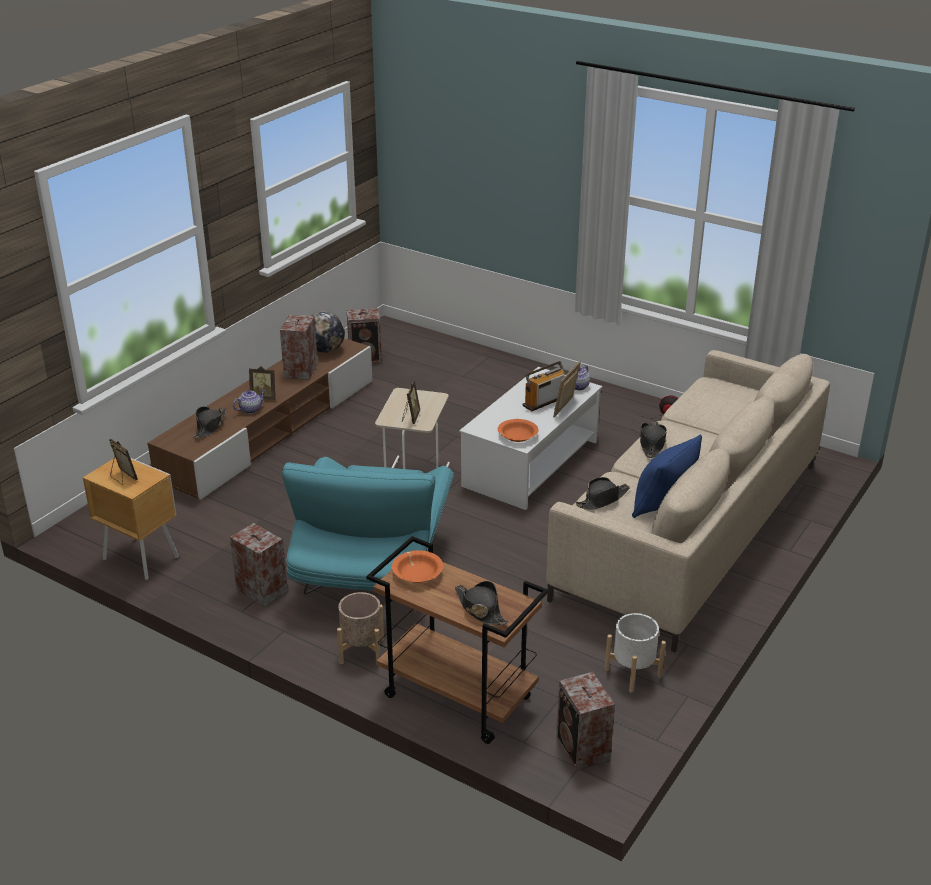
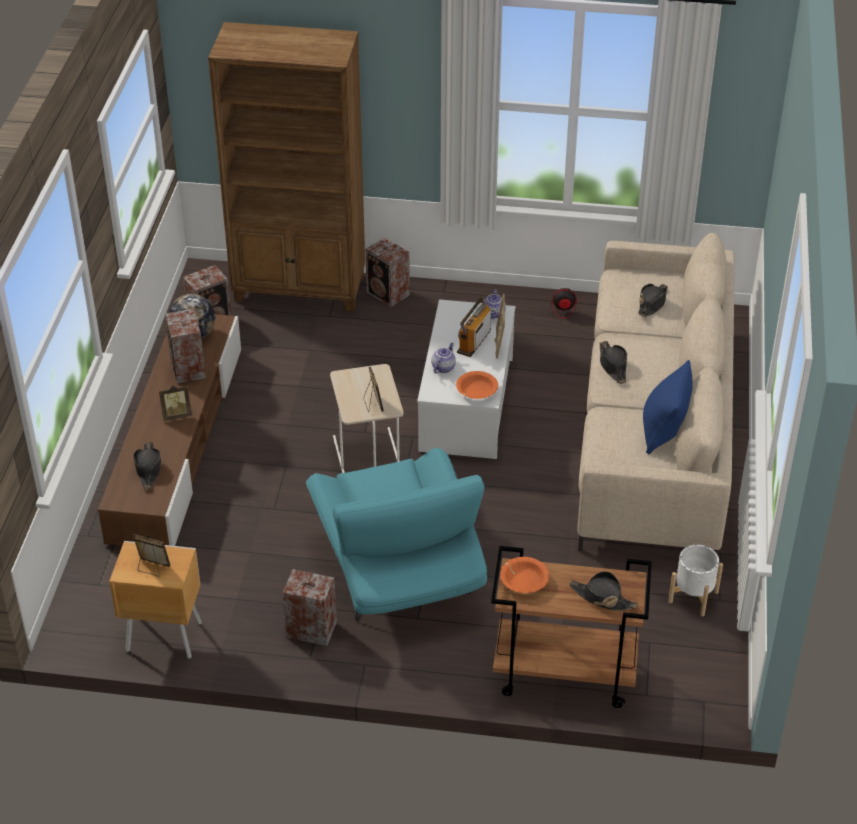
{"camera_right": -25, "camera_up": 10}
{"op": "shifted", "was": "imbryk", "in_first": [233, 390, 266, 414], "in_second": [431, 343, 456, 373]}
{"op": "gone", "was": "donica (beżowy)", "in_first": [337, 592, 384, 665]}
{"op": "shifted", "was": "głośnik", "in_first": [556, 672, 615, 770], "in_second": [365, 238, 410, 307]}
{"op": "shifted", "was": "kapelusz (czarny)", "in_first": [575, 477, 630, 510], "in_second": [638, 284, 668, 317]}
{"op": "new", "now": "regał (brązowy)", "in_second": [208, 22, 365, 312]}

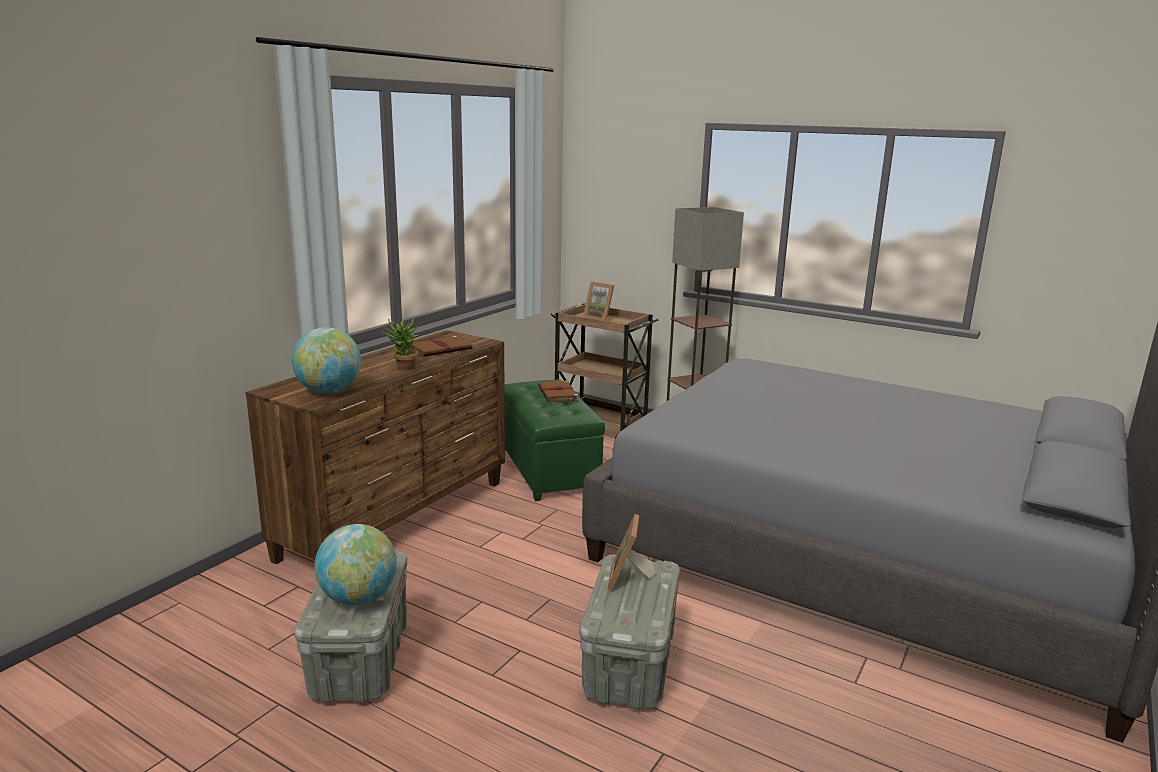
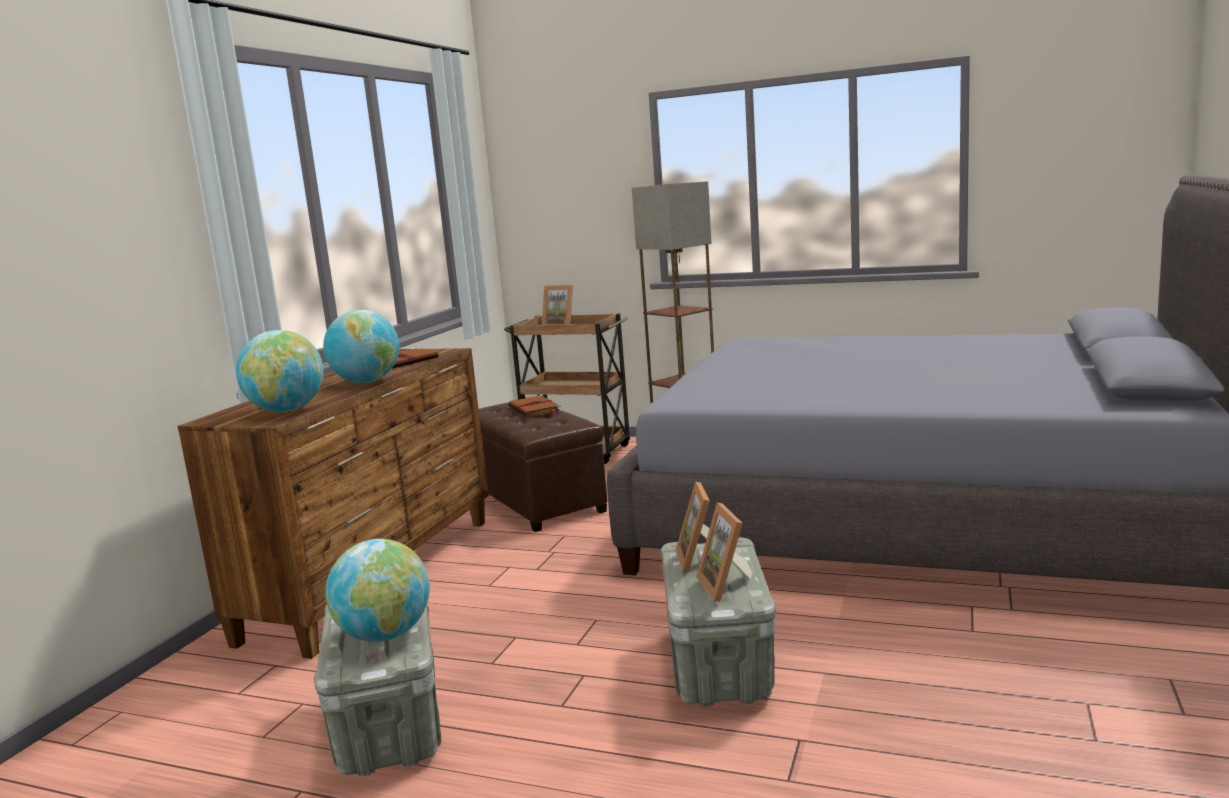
{"camera_right": -10, "camera_up": -5}
{"op": "swapped", "was": "roślina doniczkowa", "now": "globus", "in_first": [382, 319, 421, 370], "in_second": [323, 310, 399, 383]}
{"op": "repainted", "was": "pufa (zielony)", "now": "pufa (brązowy)", "in_first": [504, 380, 605, 501], "in_second": [479, 402, 607, 532]}
{"op": "new", "now": "ramka na zdjęcie", "in_second": [696, 503, 752, 602]}

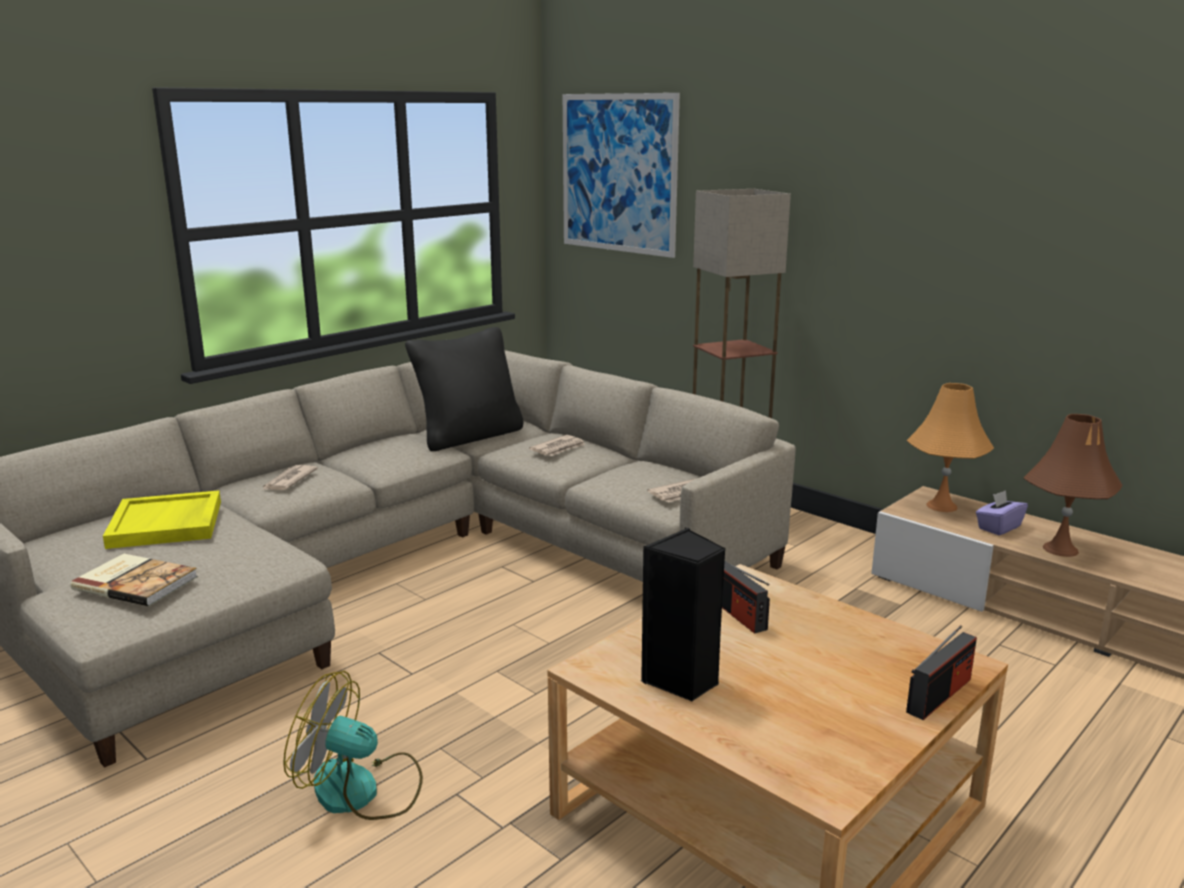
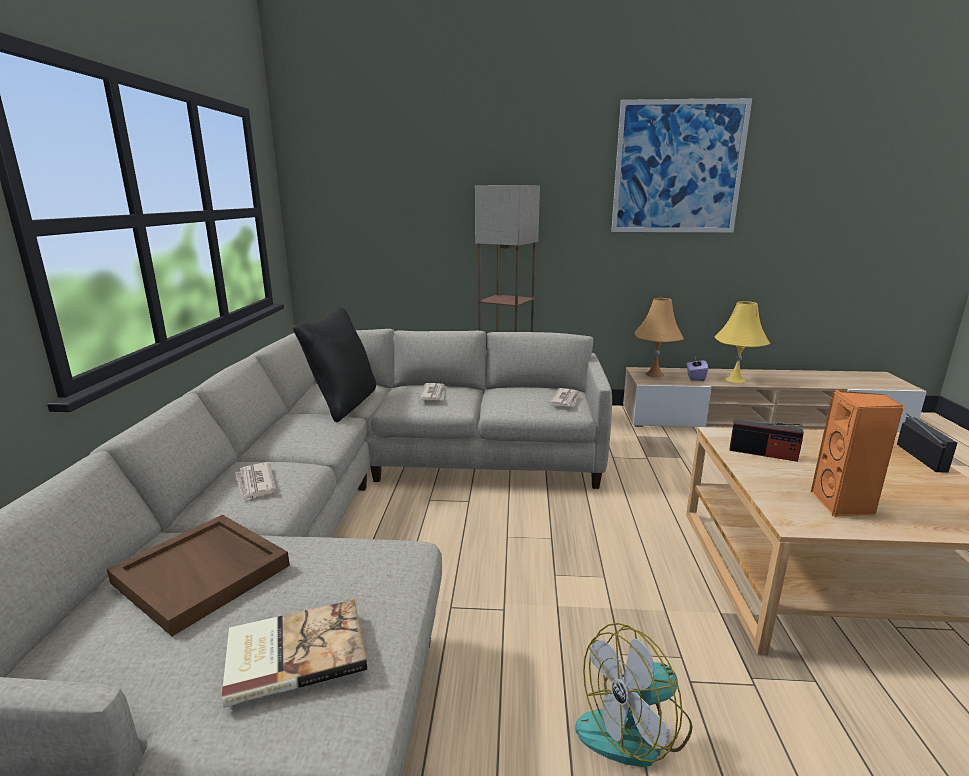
{"camera_right": -40, "camera_up": 0}
{"op": "repainted", "was": "taca (żółty)", "now": "taca (brązowy)", "in_first": [103, 490, 221, 549], "in_second": [107, 515, 290, 636]}
{"op": "shifted", "was": "obraz", "in_first": [563, 93, 680, 258], "in_second": [611, 98, 752, 232]}
{"op": "repainted", "was": "głośnik (czarny)", "now": "głośnik (pomarańczowy)", "in_first": [640, 528, 725, 702], "in_second": [811, 390, 904, 517]}
{"op": "repainted", "was": "lampa stołowa (brązowy)", "now": "lampa stołowa (żółty)", "in_first": [1024, 414, 1123, 557], "in_second": [715, 301, 770, 383]}

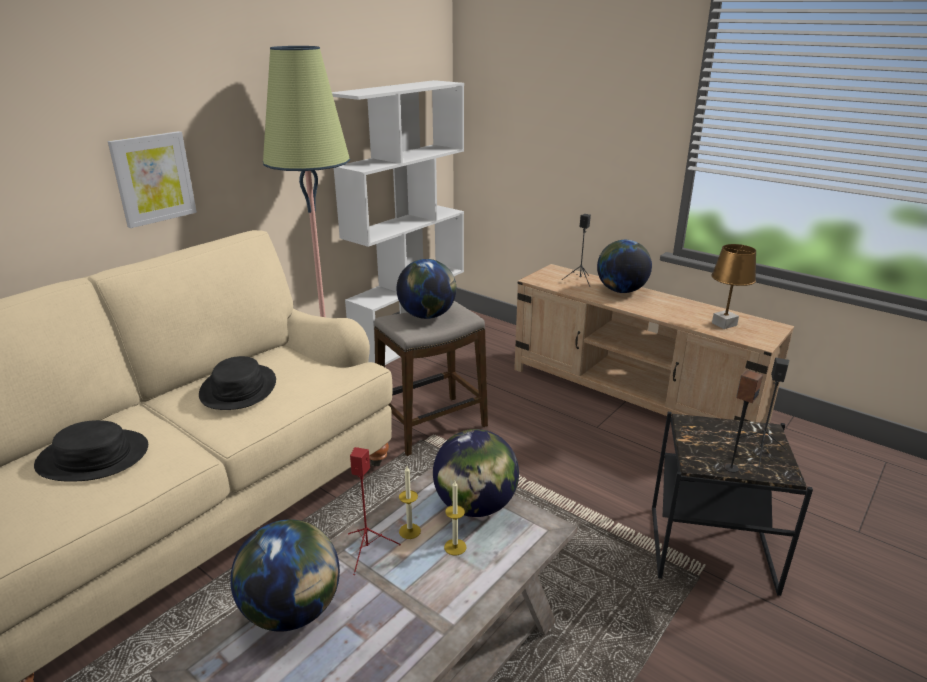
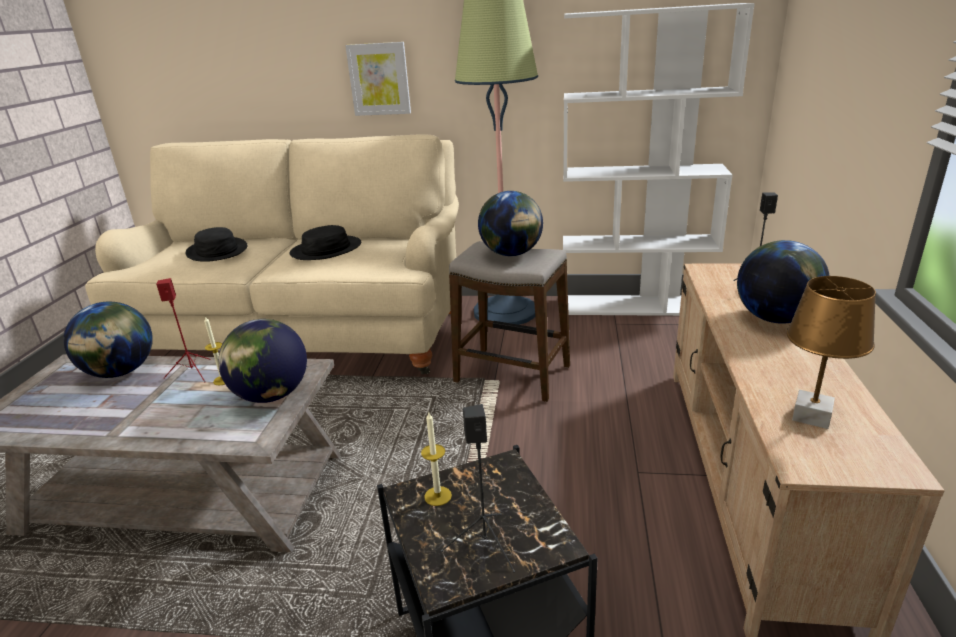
{"camera_right": 60, "camera_up": 0}
{"op": "shifted", "was": "świeca", "in_first": [444, 481, 466, 555], "in_second": [421, 412, 452, 506]}
{"op": "gone", "was": "głośnik", "in_first": [724, 370, 763, 473]}

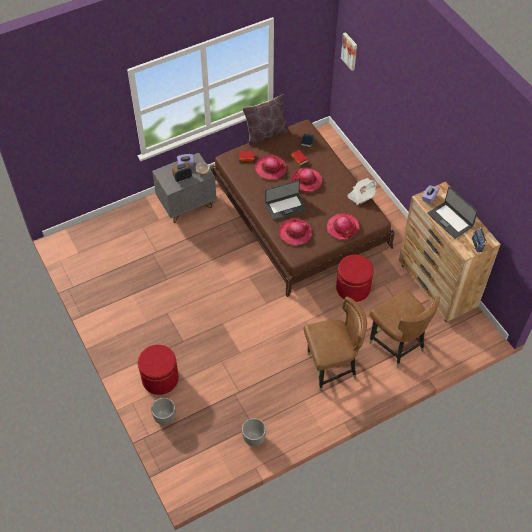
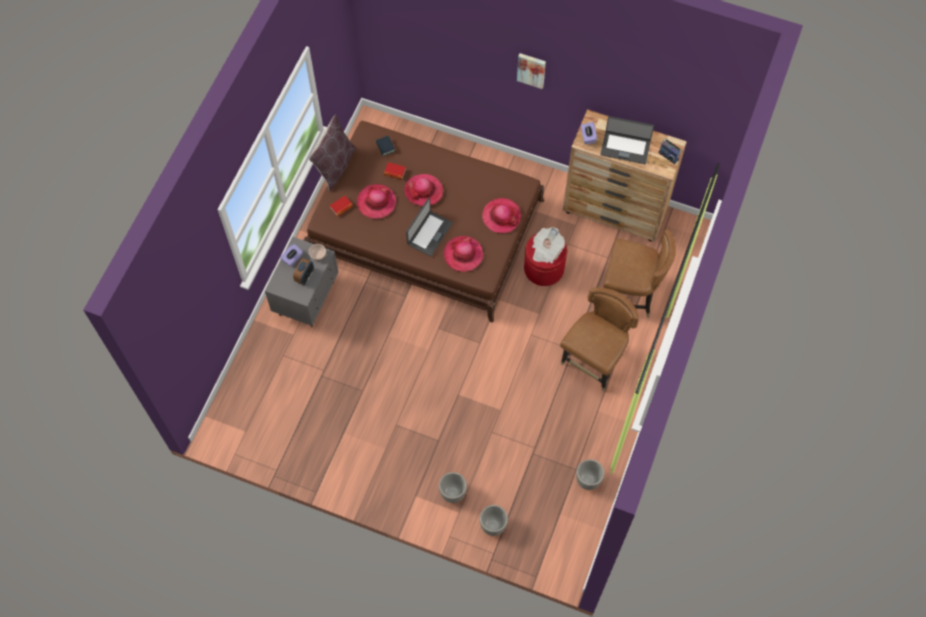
{"camera_right": -40, "camera_up": 10}
{"op": "swapped", "was": "pufa (czerwony)", "now": "donica", "in_first": [138, 345, 179, 395], "in_second": [439, 472, 467, 503]}
{"op": "shifted", "was": "obraz", "in_first": [341, 32, 357, 71], "in_second": [517, 53, 546, 89]}
{"op": "shifted", "was": "gazeta", "in_first": [347, 178, 377, 205], "in_second": [532, 227, 565, 263]}

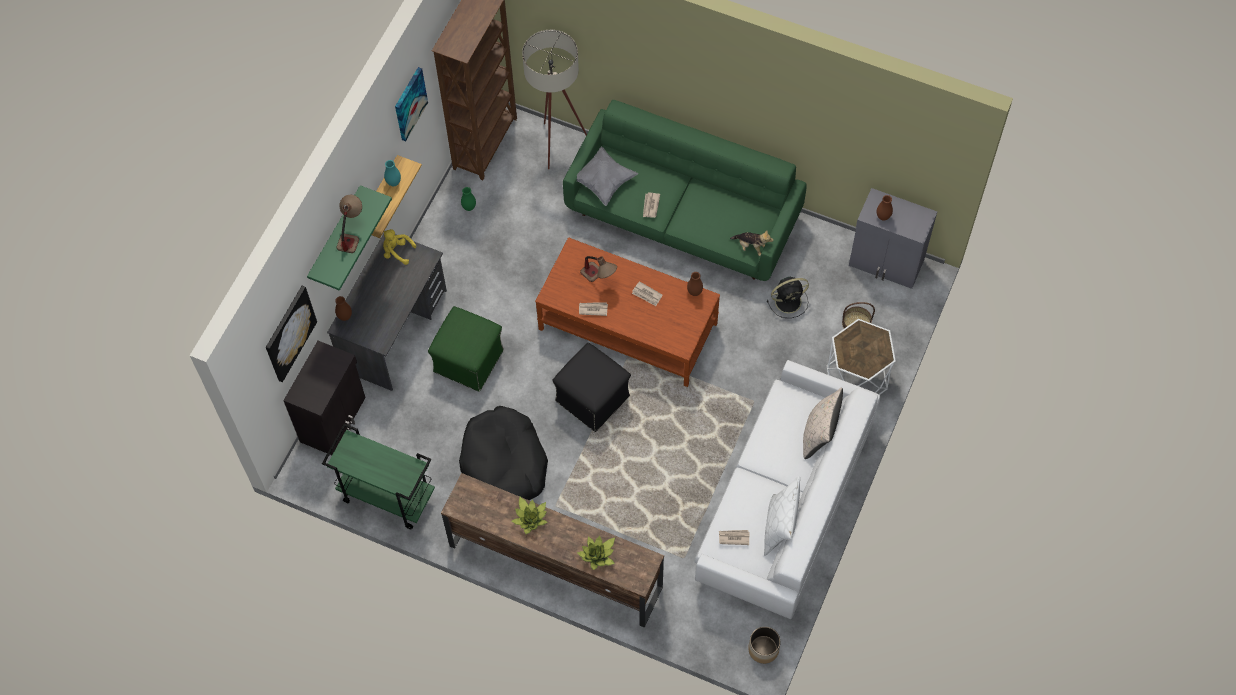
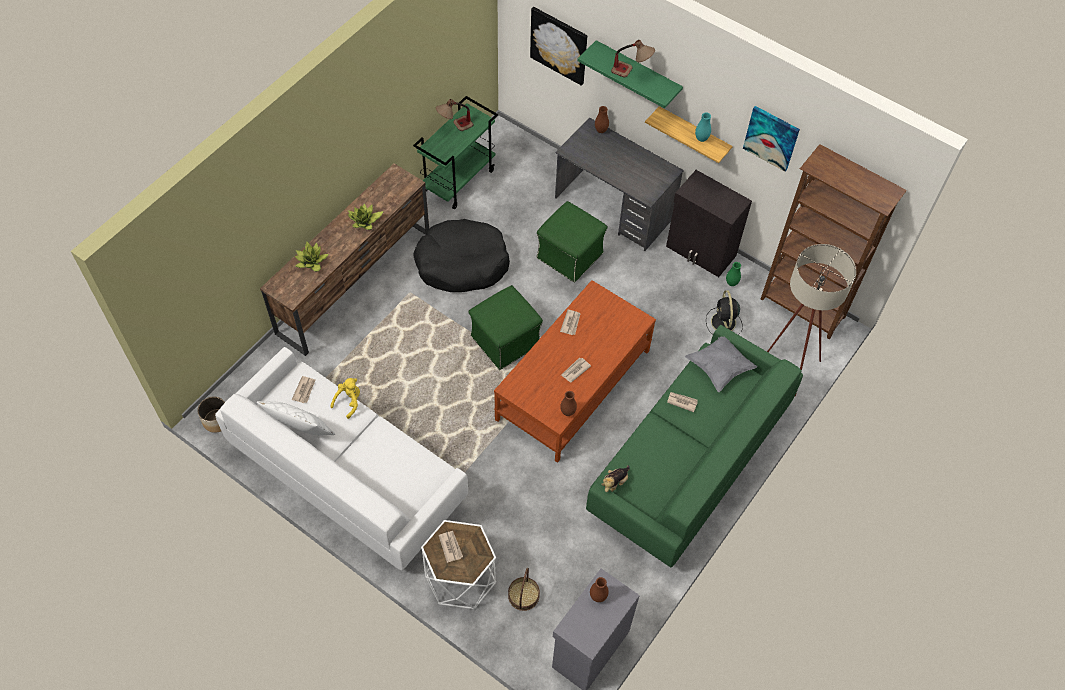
{"camera_right": 100, "camera_up": -5}
{"op": "shifted", "was": "szafka (czarny)", "in_first": [283, 341, 366, 455], "in_second": [666, 170, 752, 277]}
{"op": "shifted", "was": "pluszak (żółty)", "in_first": [383, 229, 416, 265], "in_second": [331, 378, 360, 419]}
{"op": "repainted", "was": "pufa (czarny)", "now": "pufa (zielony)", "in_first": [552, 343, 631, 432], "in_second": [468, 286, 543, 370]}
{"op": "shifted", "was": "lampa stołowa", "in_first": [580, 256, 617, 282], "in_second": [436, 99, 473, 131]}
{"op": "shifted", "was": "wentylator (czarny)", "in_first": [767, 277, 809, 318], "in_second": [706, 290, 743, 335]}
{"op": "gone", "was": "poduszka (beżowy)", "in_first": [803, 387, 843, 459]}
{"op": "new", "now": "gazeta", "in_second": [439, 531, 463, 563]}

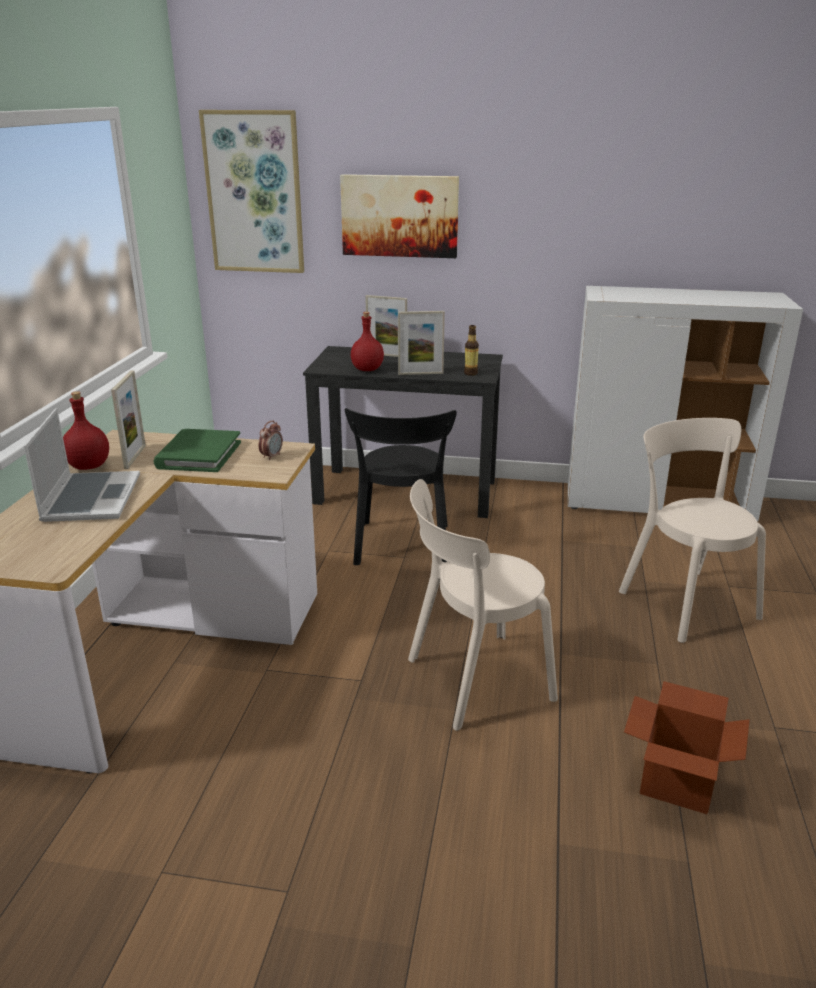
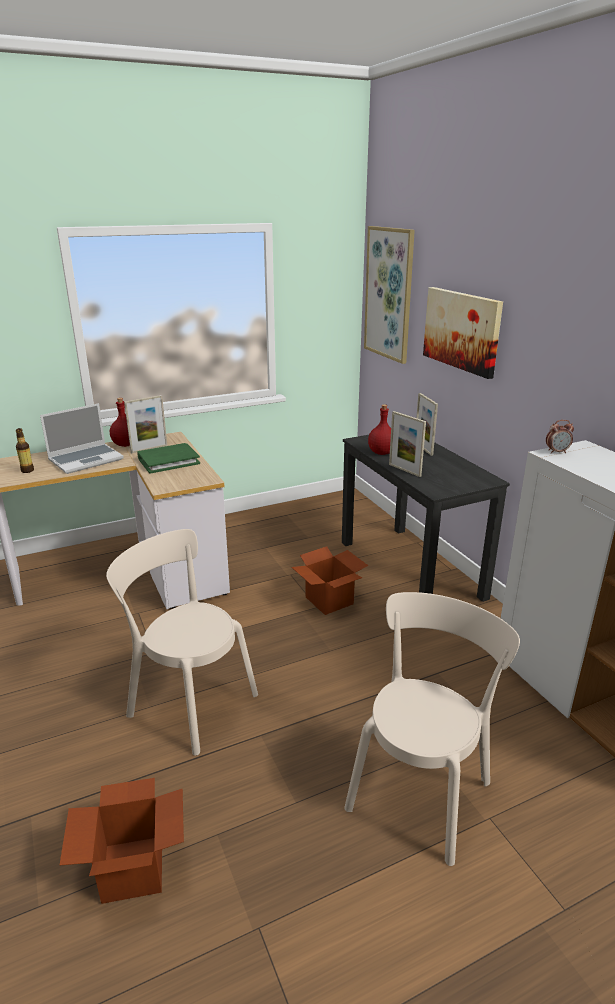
{"camera_right": 55, "camera_up": 0}
{"op": "shifted", "was": "budzik", "in_first": [258, 421, 283, 460], "in_second": [546, 420, 574, 454]}
{"op": "swapped", "was": "krzesło (czarny)", "now": "karton", "in_first": [345, 408, 457, 565], "in_second": [291, 547, 369, 615]}
{"op": "shifted", "was": "butelka", "in_first": [464, 325, 479, 376], "in_second": [16, 428, 34, 473]}

